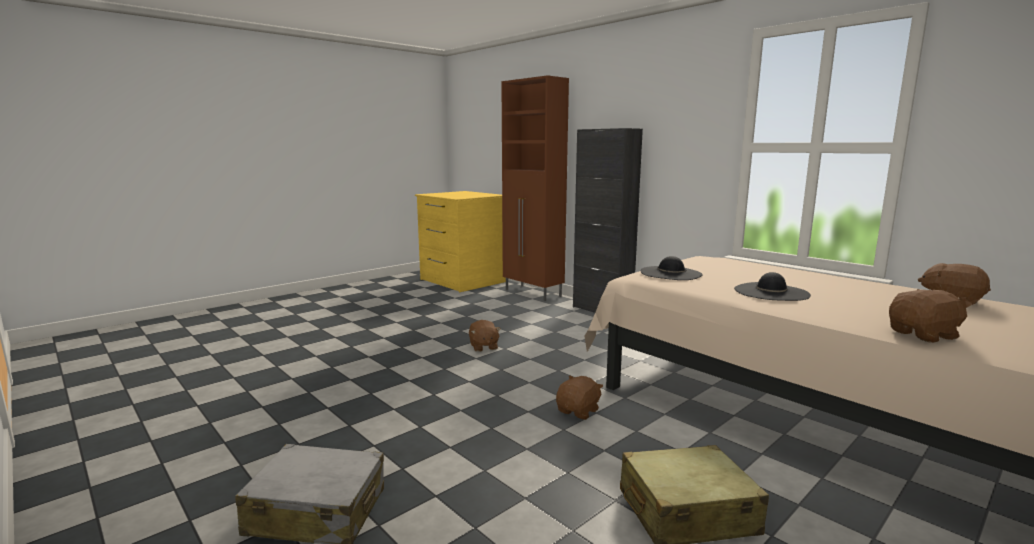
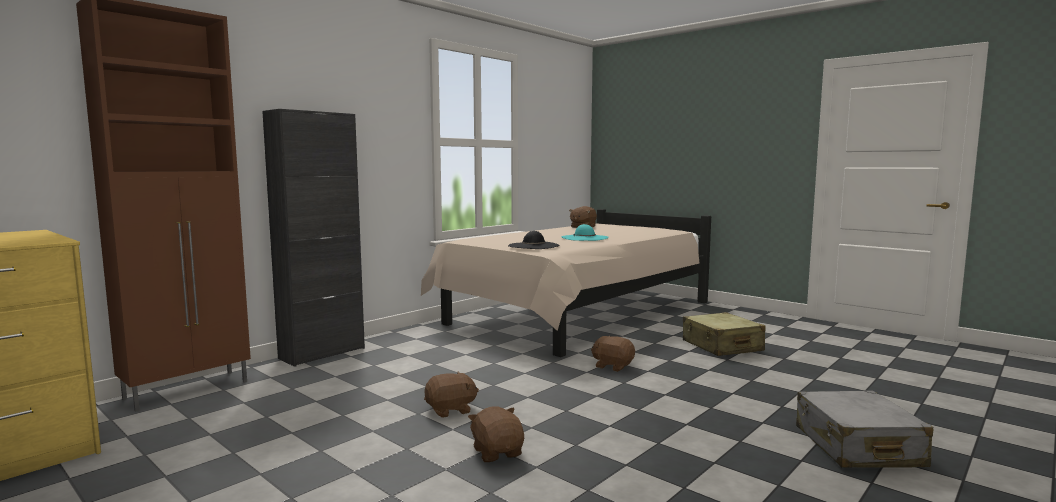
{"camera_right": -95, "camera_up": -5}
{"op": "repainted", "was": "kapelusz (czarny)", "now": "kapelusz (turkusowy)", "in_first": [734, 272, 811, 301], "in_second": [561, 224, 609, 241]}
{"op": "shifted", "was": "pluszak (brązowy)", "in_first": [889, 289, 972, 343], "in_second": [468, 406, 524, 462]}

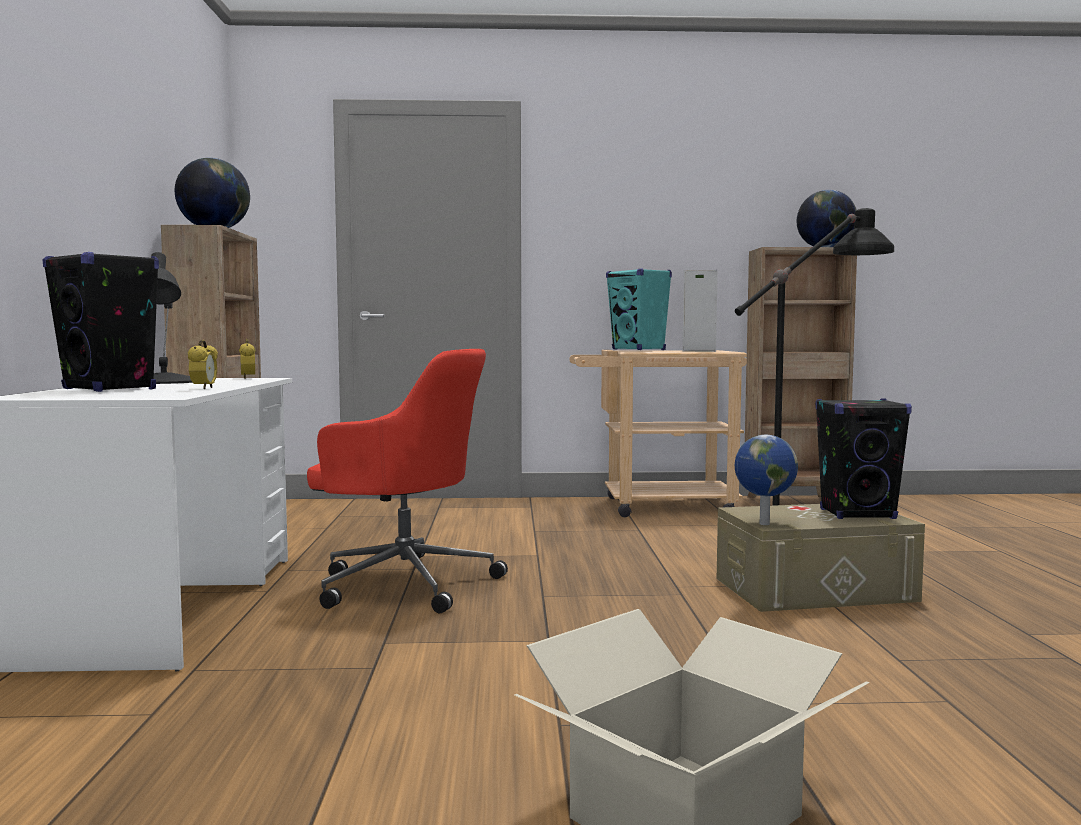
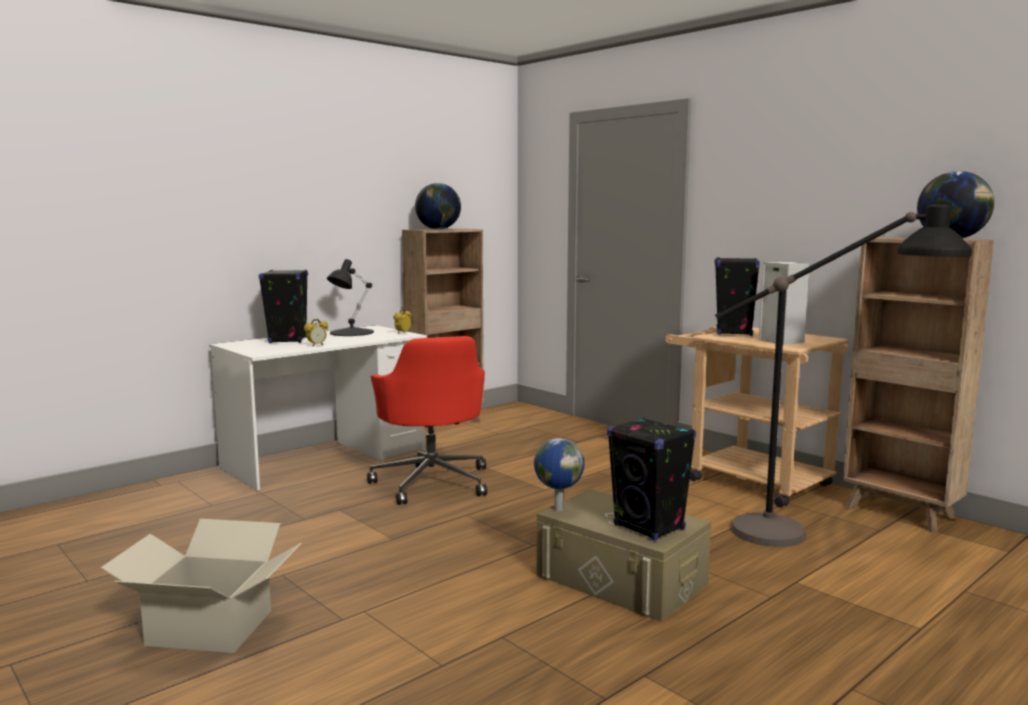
{"camera_right": 50, "camera_up": 5}
{"op": "repainted", "was": "głośnik (turkusowy)", "now": "głośnik (czarny)", "in_first": [606, 268, 672, 350], "in_second": [715, 257, 760, 336]}

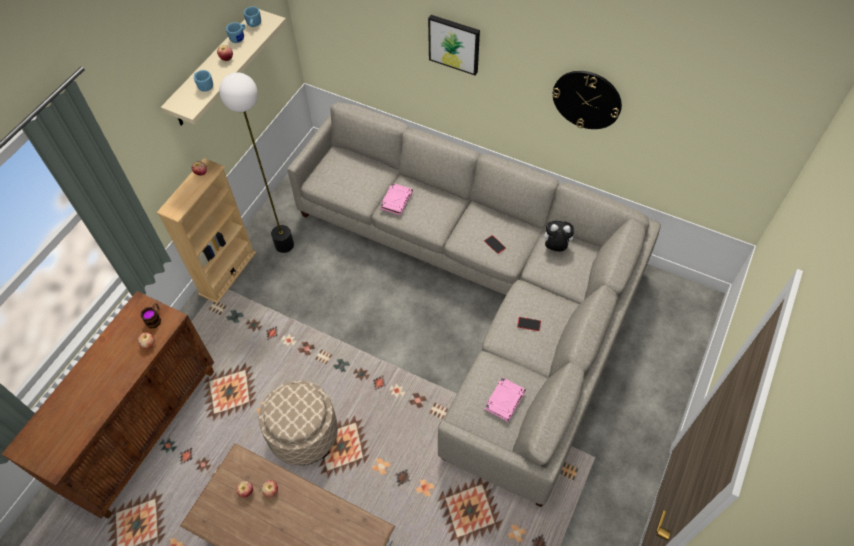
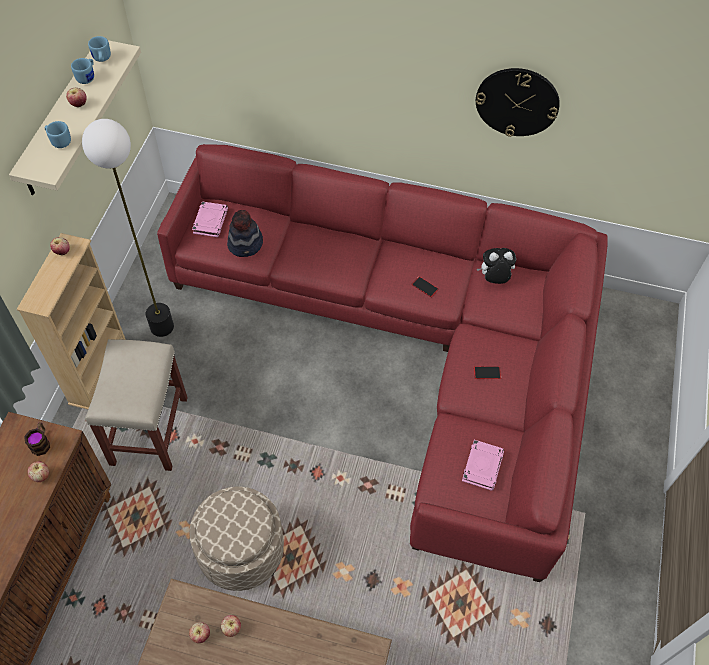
{"camera_right": -15, "camera_up": 0}
{"op": "repainted", "was": "kanapa (szary)", "now": "kanapa (czerwony)", "in_first": [287, 102, 661, 507], "in_second": [157, 144, 608, 582]}
{"op": "shifted", "was": "książka (różowy)", "in_first": [380, 183, 413, 215], "in_second": [192, 201, 228, 237]}
{"op": "gone", "was": "obraz", "in_first": [428, 15, 480, 76]}
{"op": "new", "now": "stołek (beżowy)", "in_second": [86, 339, 188, 471]}
{"op": "new", "now": "kapelusz", "in_second": [227, 210, 263, 257]}

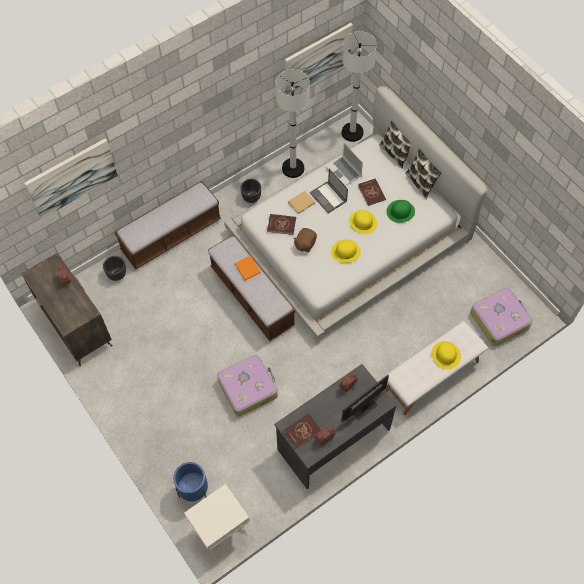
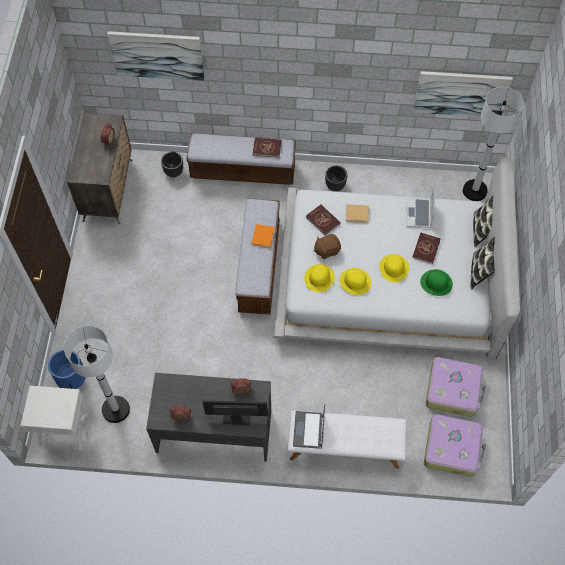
{"camera_right": 40, "camera_up": 0}
{"op": "shifted", "was": "walizka", "in_first": [217, 355, 278, 417], "in_second": [426, 357, 486, 417]}
{"op": "shifted", "was": "lampa stojąca (biały)", "in_first": [275, 69, 310, 178], "in_second": [64, 326, 130, 423]}
{"op": "shifted", "was": "książka (czerwony)", "in_first": [284, 414, 321, 449], "in_second": [253, 138, 281, 158]}
{"op": "shifted", "was": "laptop", "in_first": [310, 169, 348, 213], "in_second": [293, 404, 325, 449]}
{"op": "shifted", "was": "kapelusz (żółty)", "in_first": [432, 341, 461, 370], "in_second": [304, 264, 335, 292]}

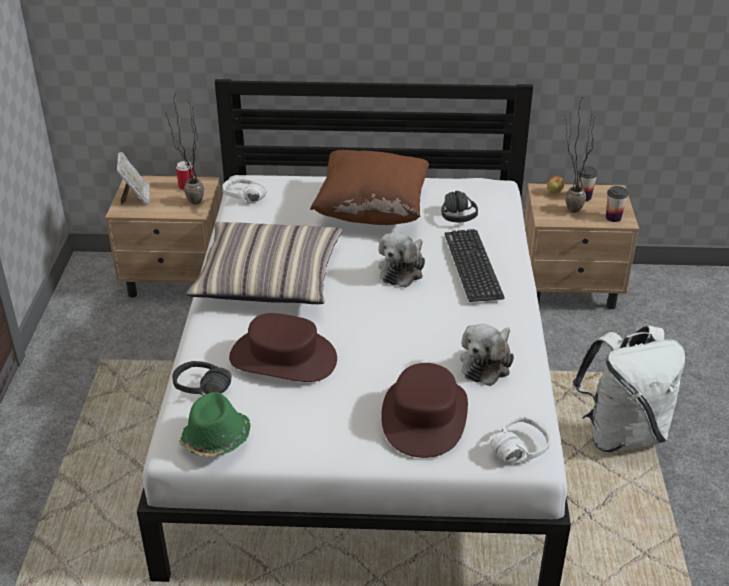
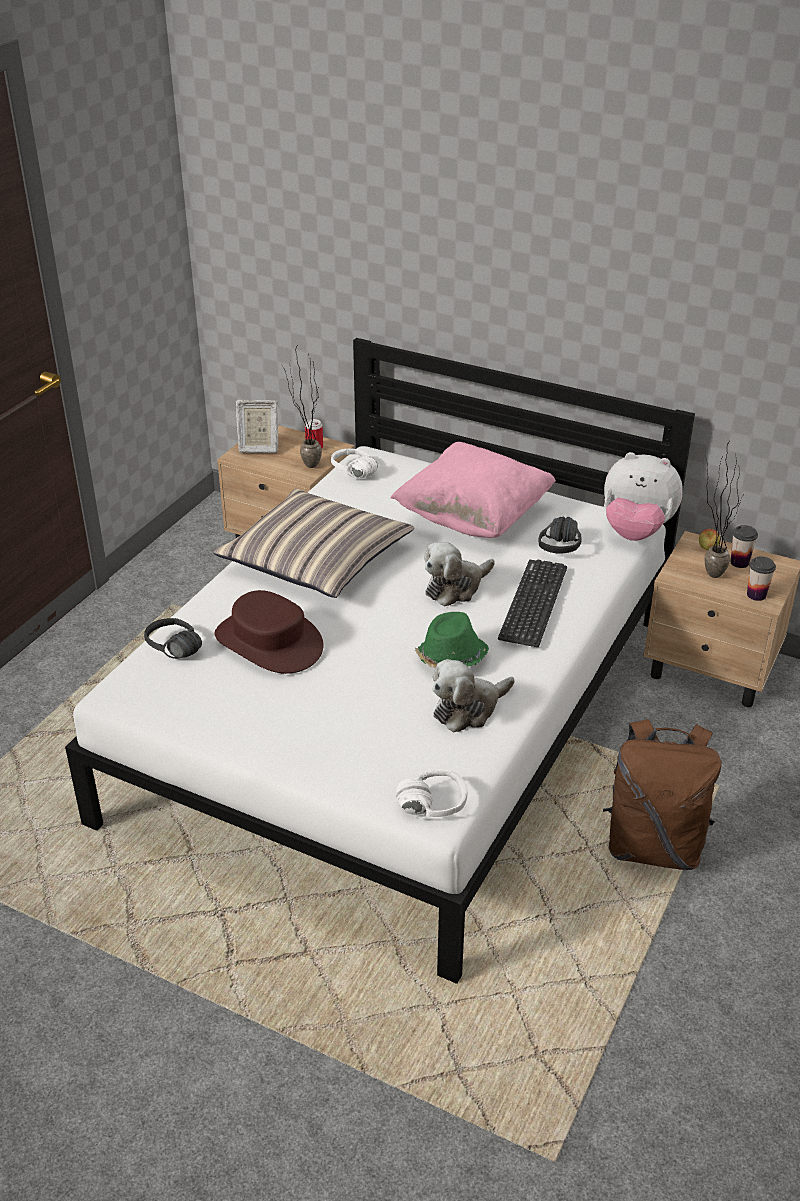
{"camera_right": 25, "camera_up": 0}
{"op": "rotated", "was": "ramka na zdjęcie", "in_first": [117, 152, 150, 205], "in_second": [236, 400, 278, 453], "clockwise": 75}
{"op": "shifted", "was": "kapelusz (zielony)", "in_first": [179, 392, 251, 457], "in_second": [415, 612, 489, 668]}
{"op": "repainted", "was": "poduszka (brązowy)", "now": "poduszka (różowy)", "in_first": [310, 150, 429, 225], "in_second": [390, 442, 556, 538]}
{"op": "gone", "was": "kapelusz (brązowy)", "in_first": [381, 363, 468, 458]}
{"op": "repainted", "was": "plecak (biały)", "now": "plecak (brązowy)", "in_first": [572, 325, 685, 453], "in_second": [603, 719, 722, 870]}
{"op": "new", "now": "pluszak", "in_second": [604, 452, 683, 541]}

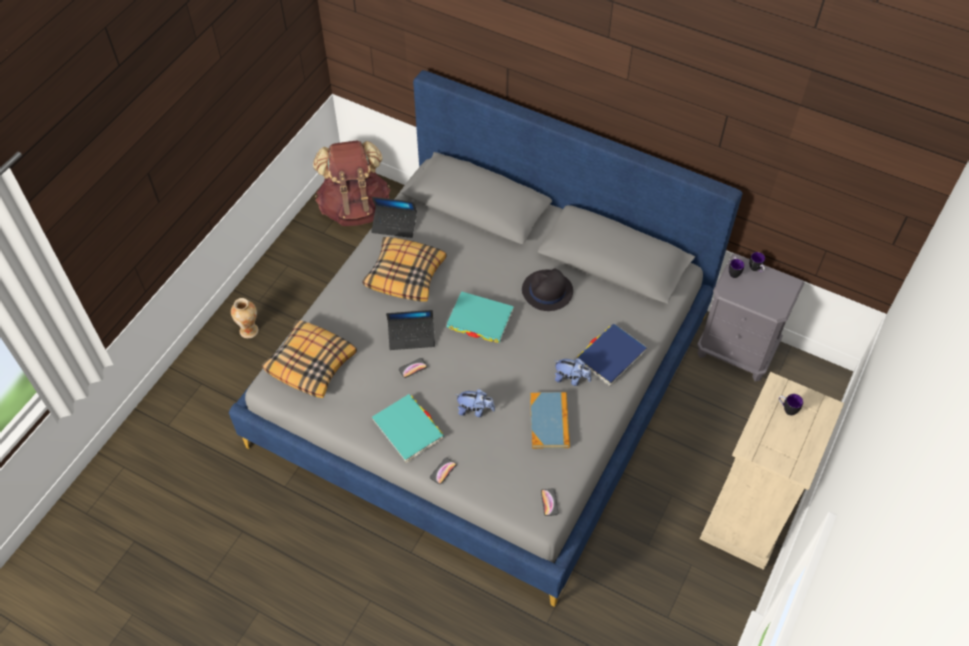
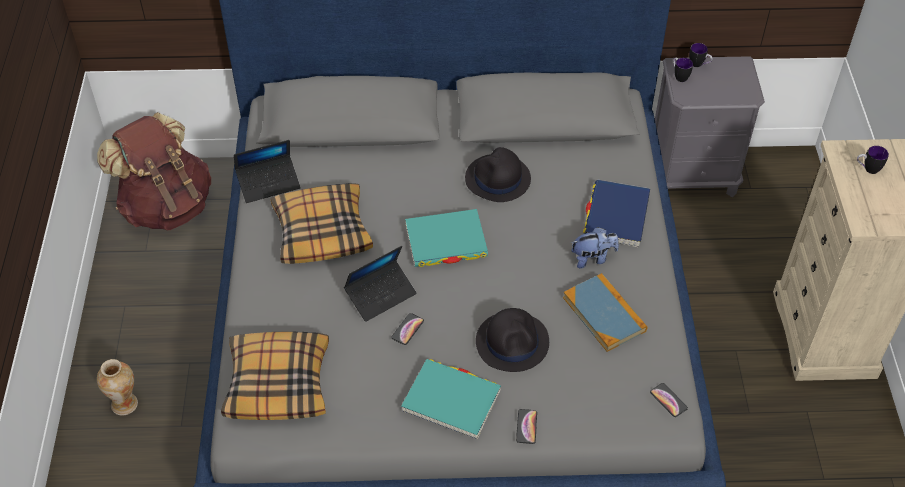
{"camera_right": -30, "camera_up": -5}
{"op": "swapped", "was": "pluszak", "now": "kapelusz (czarny)", "in_first": [455, 389, 495, 417], "in_second": [476, 308, 549, 372]}

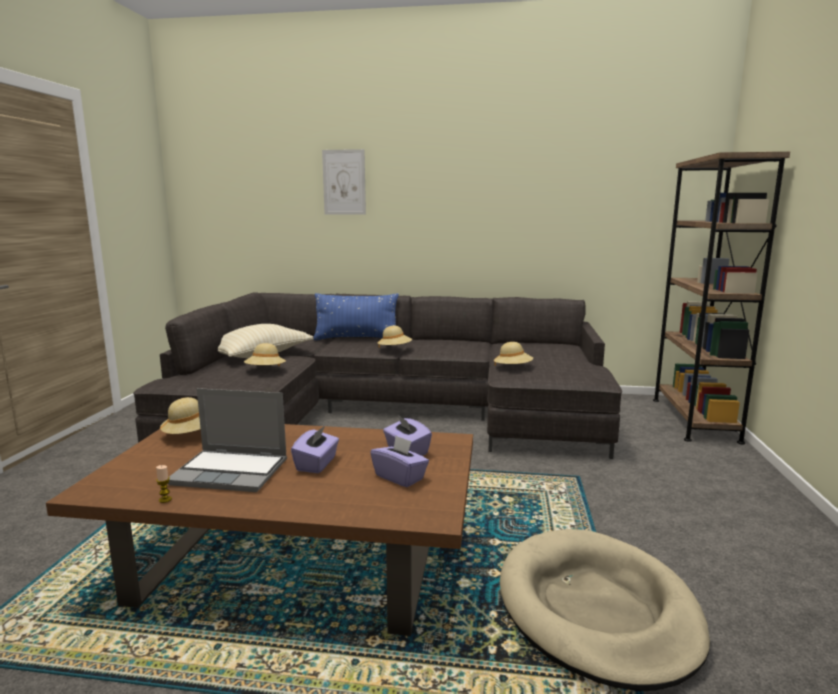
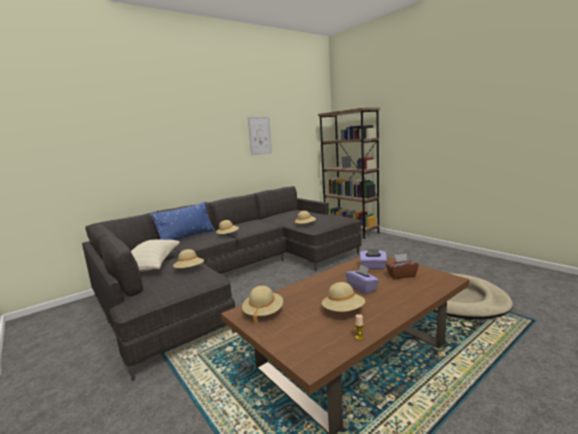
{"camera_right": -45, "camera_up": 0}
{"op": "swapped", "was": "laptop", "now": "kapelusz (beżowy)", "in_first": [168, 388, 287, 492], "in_second": [322, 282, 365, 312]}
{"op": "shifted", "was": "obraz", "in_first": [322, 149, 366, 215], "in_second": [248, 117, 272, 156]}
{"op": "repainted", "was": "pudełko chusteczek (fioletowy)", "now": "pudełko chusteczek (brązowy)", "in_first": [370, 435, 429, 487], "in_second": [386, 254, 419, 279]}

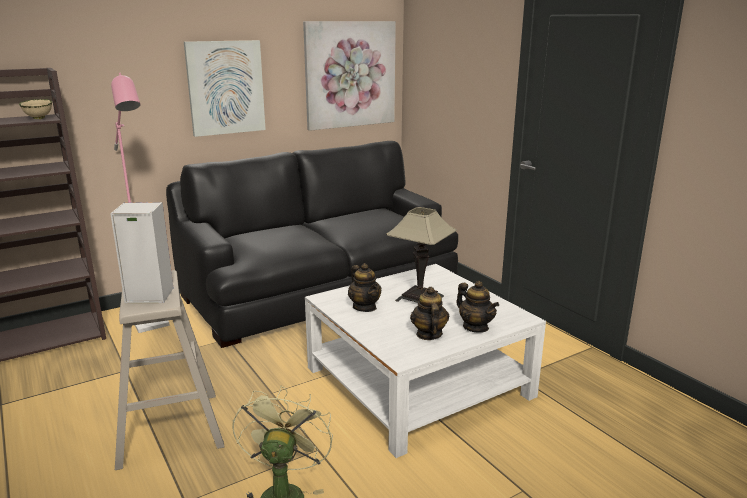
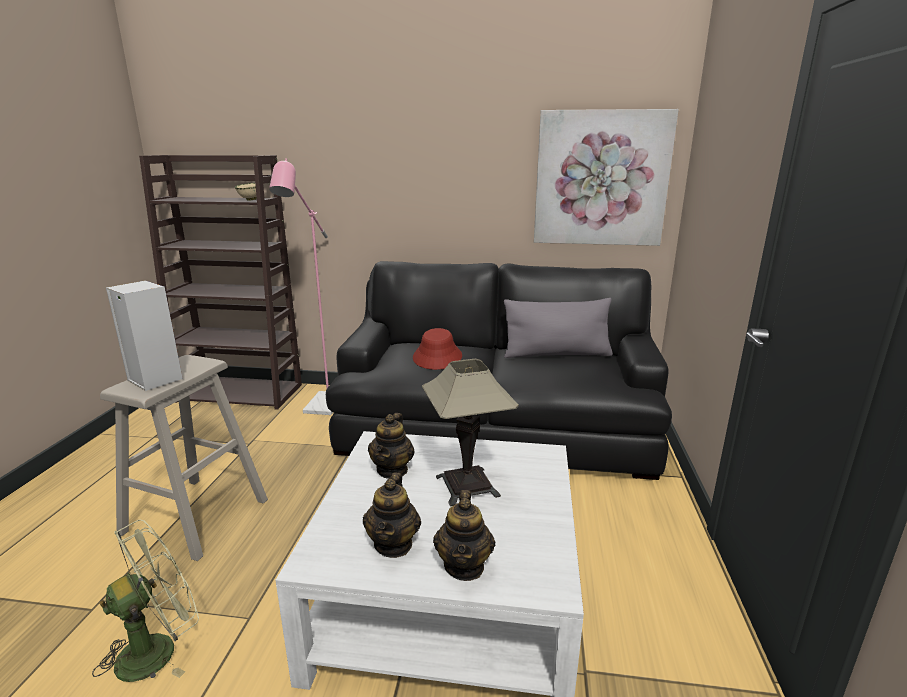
{"camera_right": 40, "camera_up": 0}
{"op": "gone", "was": "obraz", "in_first": [184, 40, 266, 137]}
{"op": "rotated", "was": "imbryk", "in_first": [410, 287, 449, 340], "in_second": [363, 473, 421, 558], "clockwise": 150}
{"op": "new", "now": "kapelusz (czerwony)", "in_second": [413, 328, 462, 370]}
{"op": "new", "now": "poduszka (szary)", "in_second": [504, 298, 613, 358]}

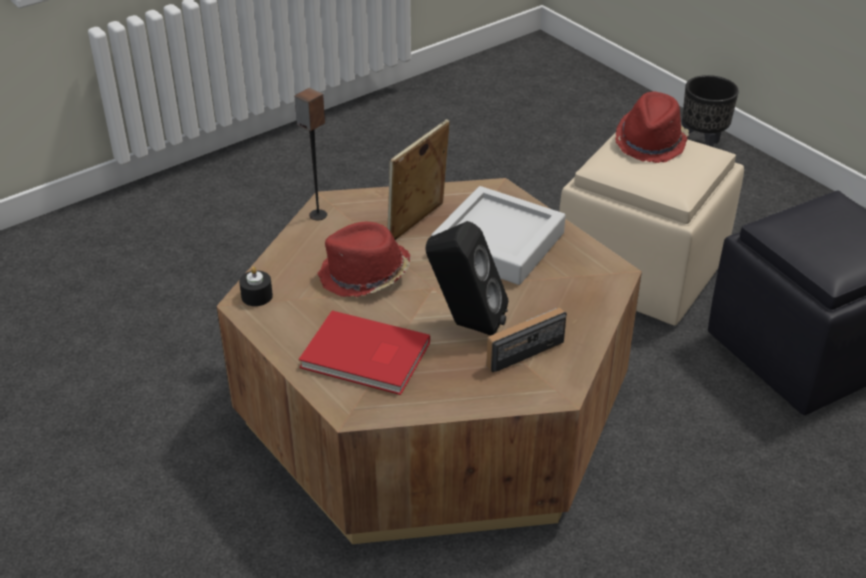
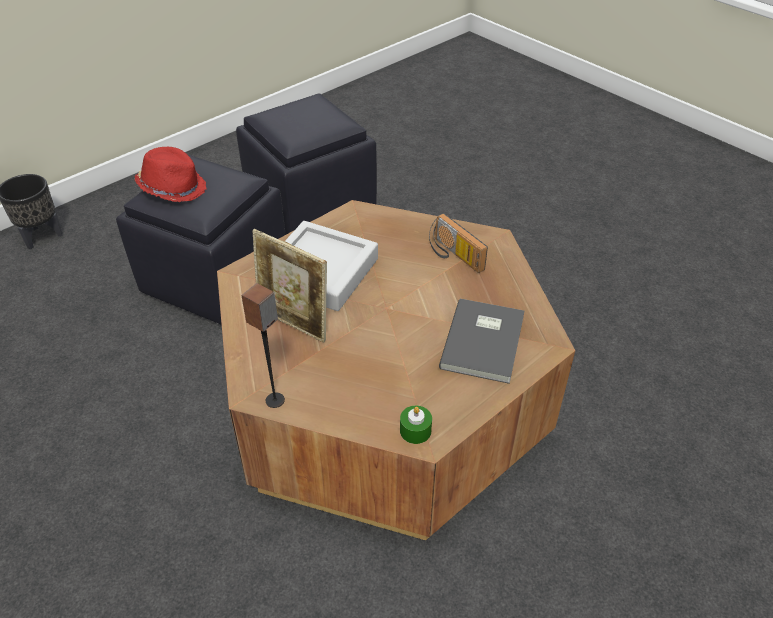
{"camera_right": -95, "camera_up": 5}
{"op": "repainted", "was": "świeca (czarny)", "now": "świeca (zielony)", "in_first": [239, 267, 273, 306], "in_second": [400, 406, 432, 444]}
{"op": "repainted", "was": "książka (czerwony)", "now": "książka (szary)", "in_first": [299, 311, 430, 395], "in_second": [439, 299, 524, 384]}
{"op": "gone", "was": "kapelusz (czerwony)", "in_first": [317, 222, 411, 297]}
{"op": "gone", "was": "głośnik (czarny)", "in_first": [426, 221, 508, 336]}
{"op": "repainted", "was": "pufa (beżowy)", "now": "pufa (czarny)", "in_first": [559, 132, 744, 326], "in_second": [116, 155, 286, 325]}

